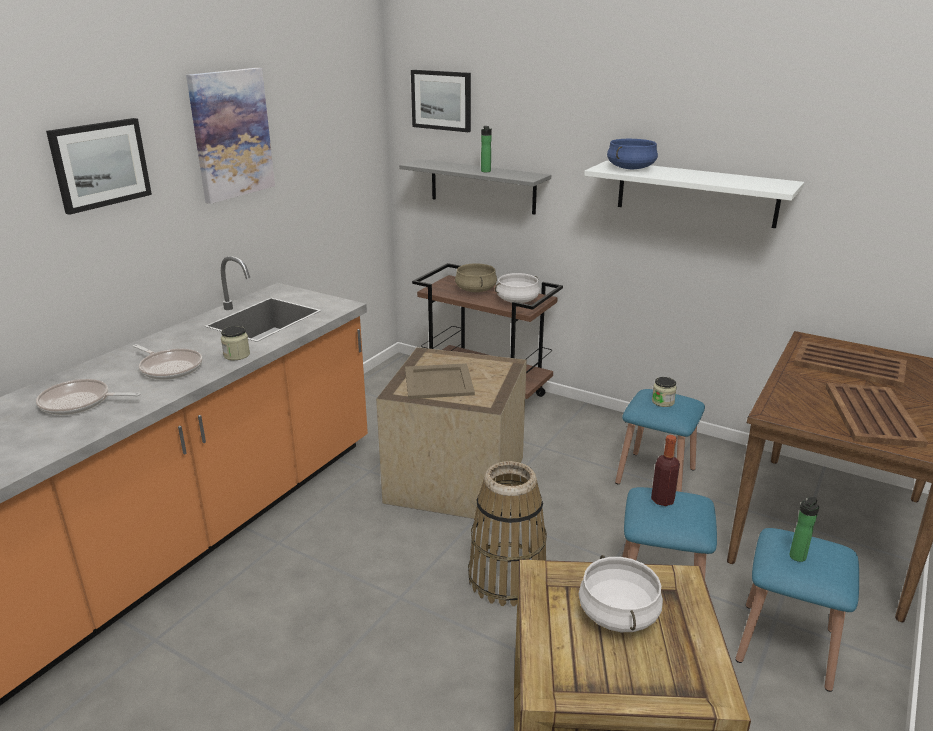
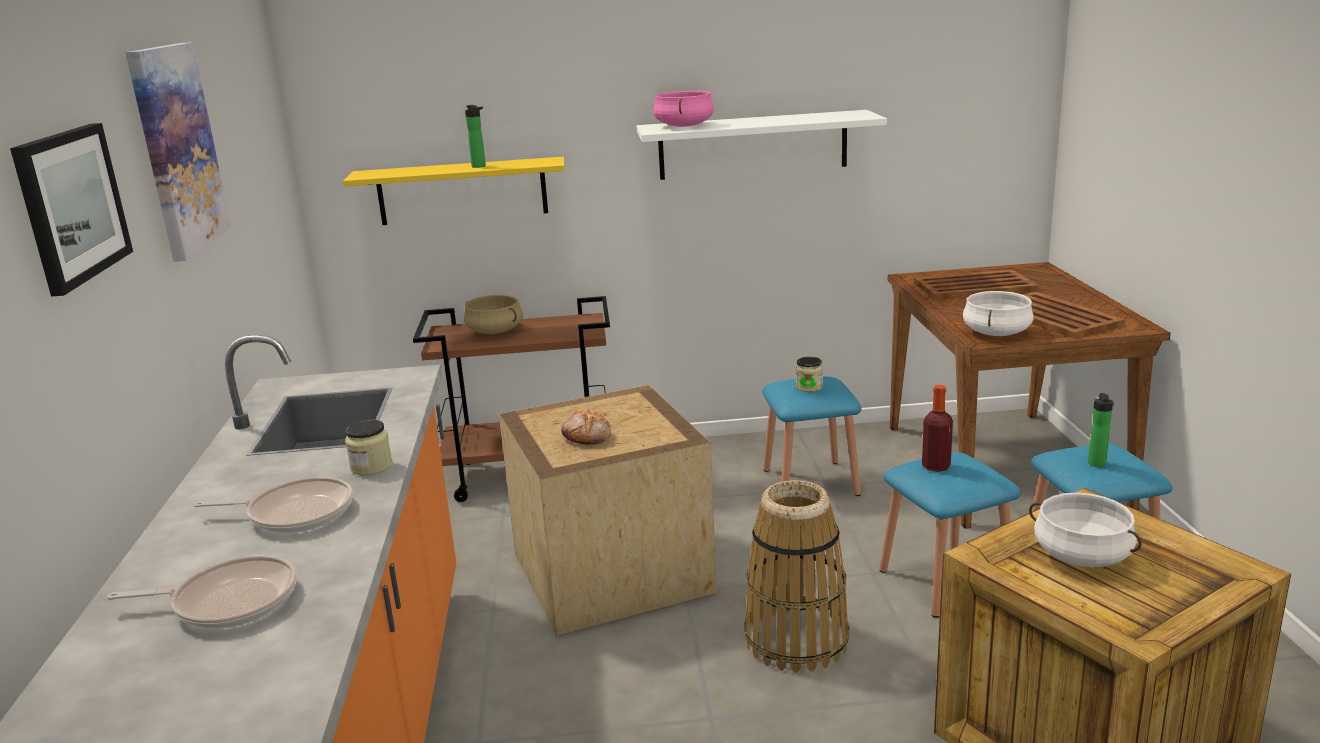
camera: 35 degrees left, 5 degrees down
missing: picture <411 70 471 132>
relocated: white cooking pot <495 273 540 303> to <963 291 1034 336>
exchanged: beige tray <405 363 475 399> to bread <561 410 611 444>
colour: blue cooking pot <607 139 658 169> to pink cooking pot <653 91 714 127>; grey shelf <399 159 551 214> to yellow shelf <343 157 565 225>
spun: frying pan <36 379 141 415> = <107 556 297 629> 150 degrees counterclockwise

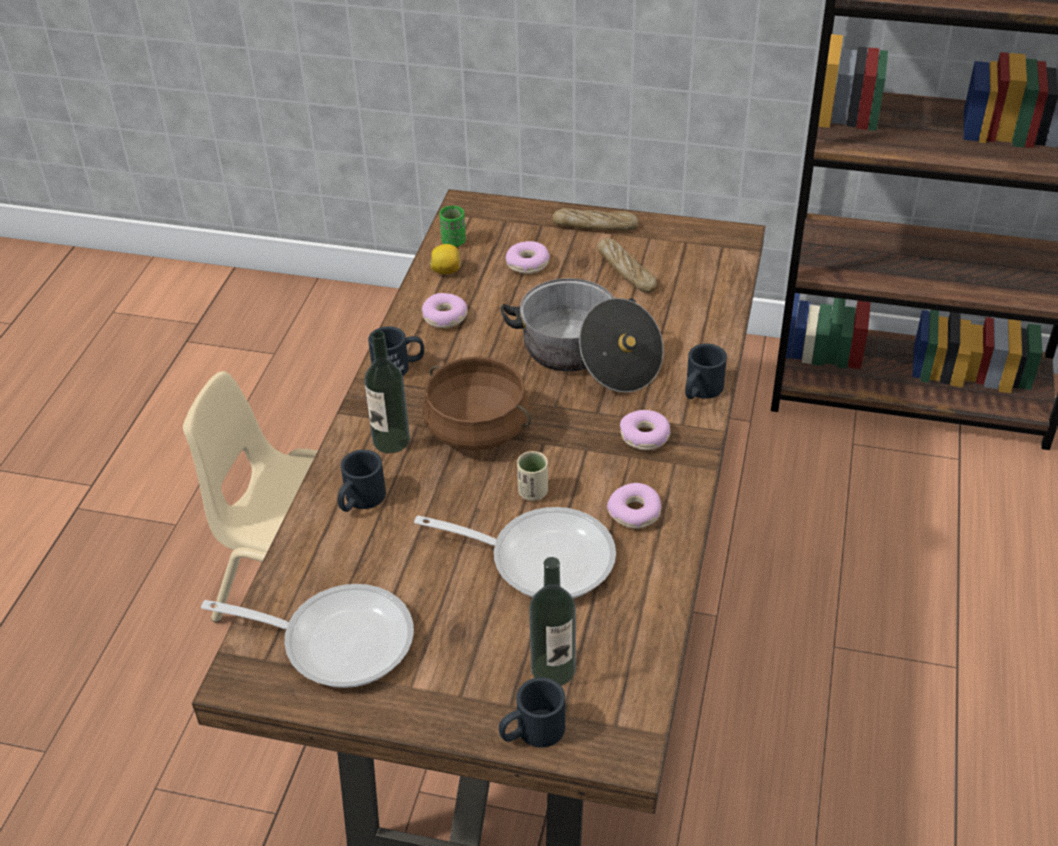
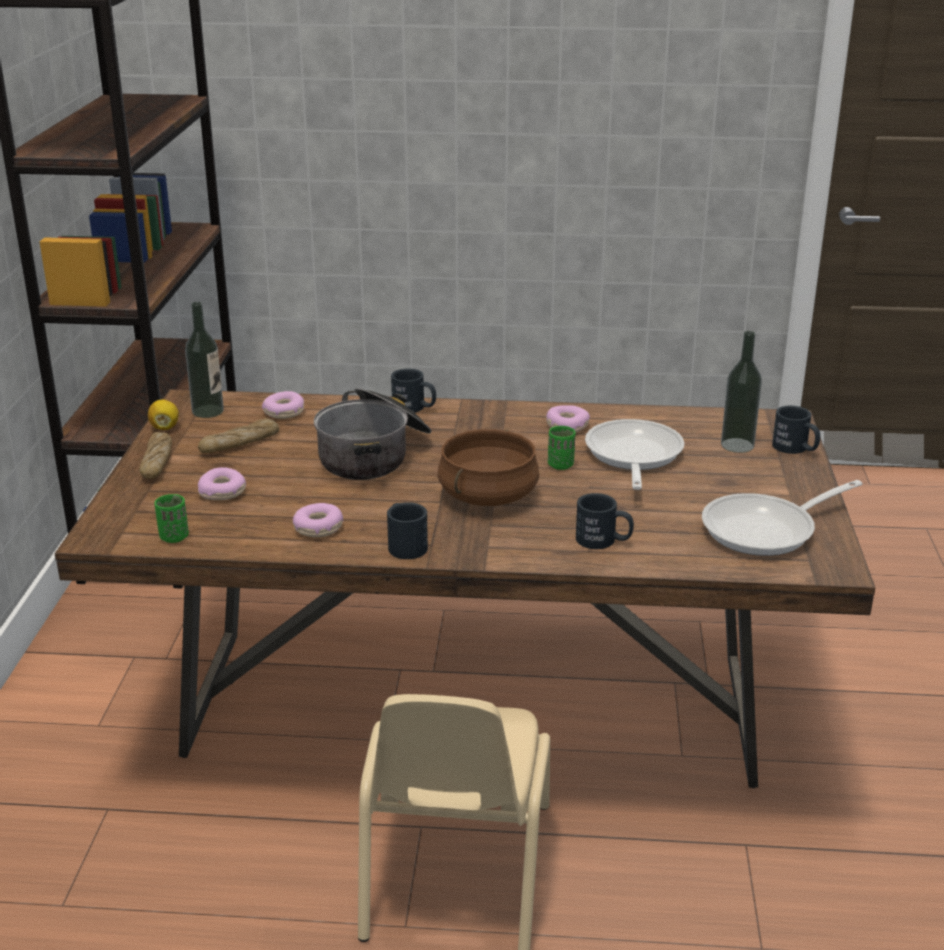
camera: 100 degrees left, 15 degrees down
relocated: lemon <430 244 460 274> to <148 399 179 430>; bottle <364 331 410 453> to <185 302 224 418>; donut <620 410 671 450> to <262 391 304 419>
colour: beige cup <517 451 548 501> to green cup <548 426 576 470>
spun: frying pan <201 584 414 688> = <702 480 863 556> 120 degrees counterclockwise

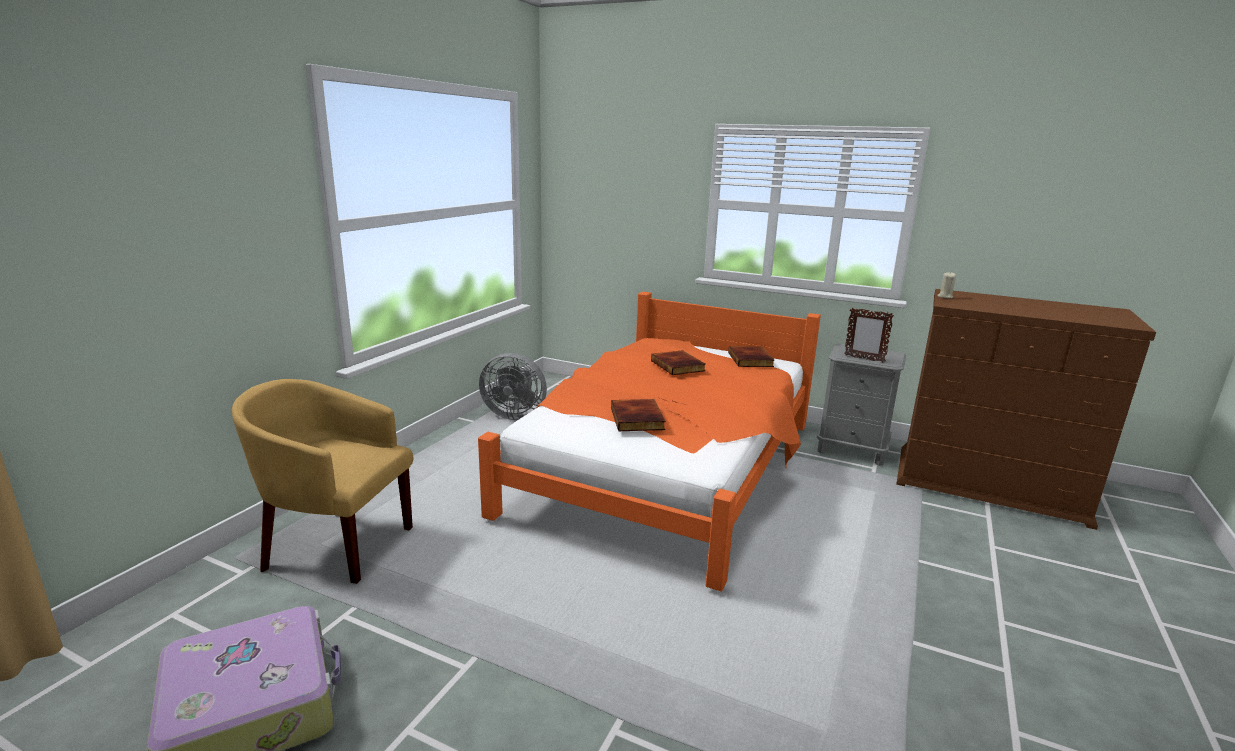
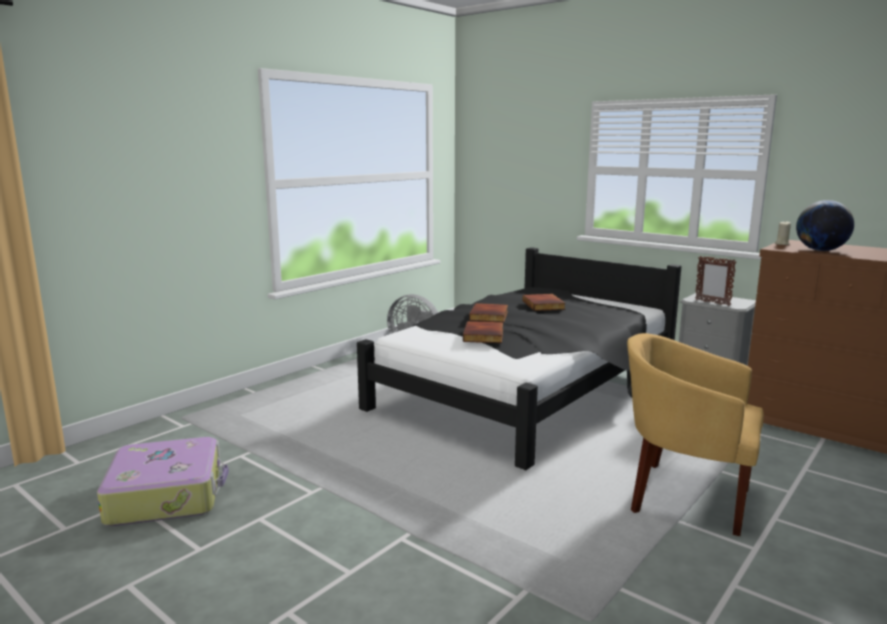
camera: 15 degrees right, 5 degrees down
appeared: globe <796 200 854 251>
relocated: book <728 346 774 367> to <469 303 508 322>; yellow armchair <232 379 413 584> to <627 333 764 536>
colour: orange bed <478 292 821 591> to black bed <357 247 682 470>

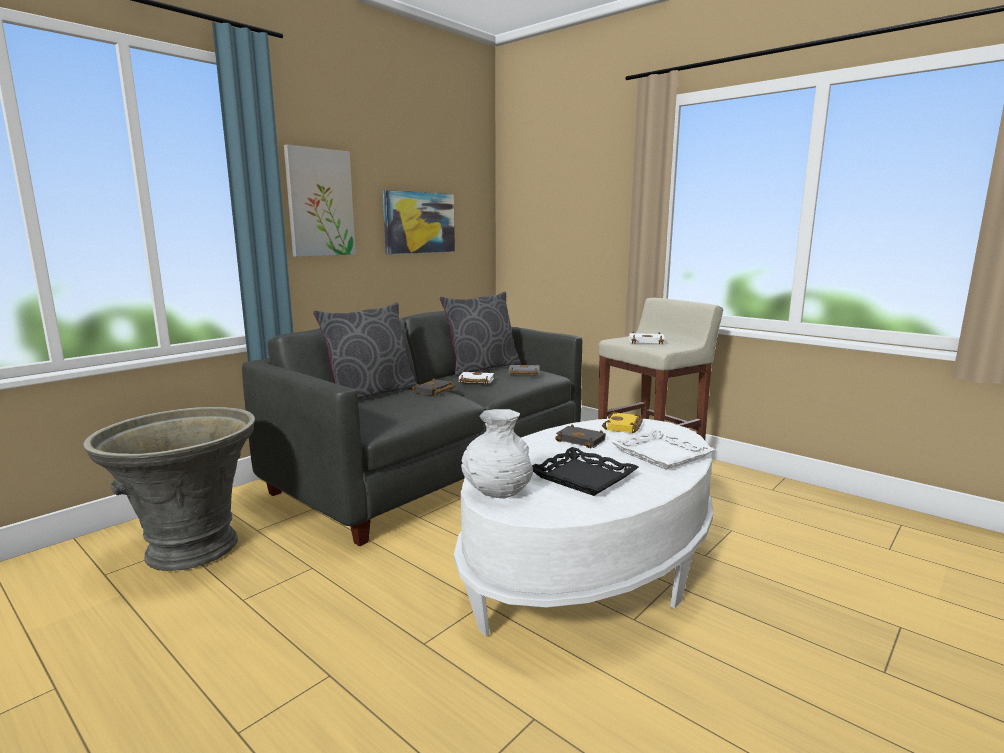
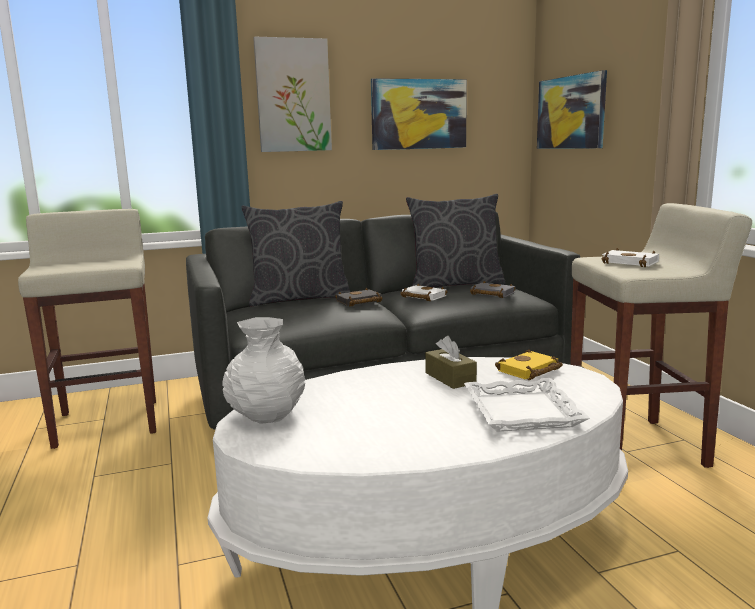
camera: 30 degrees right, 0 degrees up
missing: black tray <532 447 639 496>
appeared: picture <537 70 607 149>
exchanged: grey planter <83 407 255 571> to beige stool <18 209 156 449>; black book <555 425 606 448> to brown tissue box <425 336 477 389>

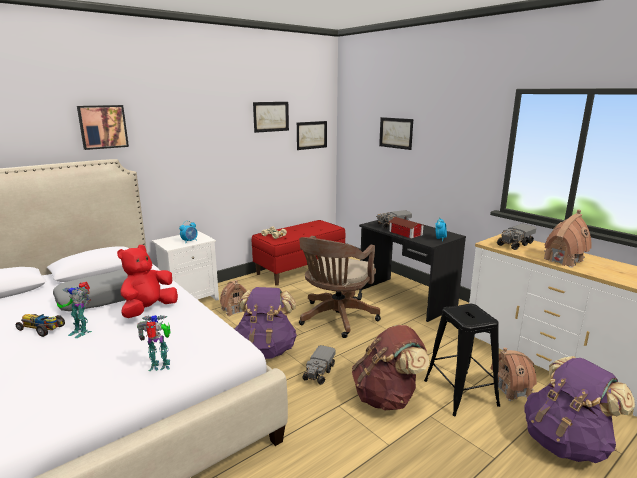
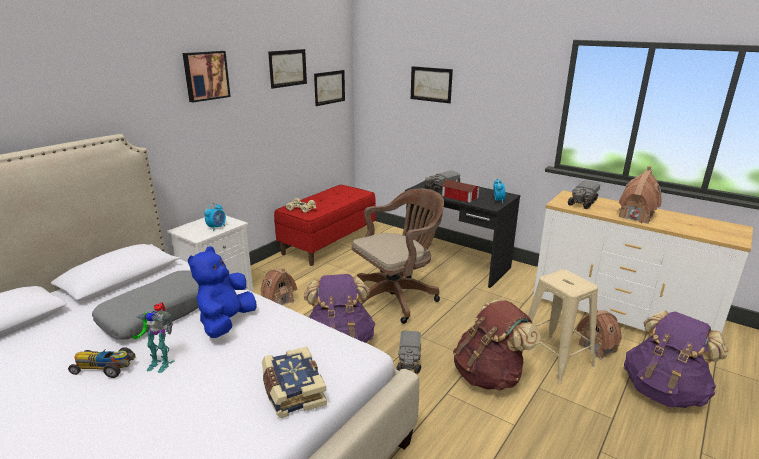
camera: 15 degrees left, 5 degrees up
relocated: picture <77 105 129 150> to <182 51 231 102>
exchanged: toy robot <137 315 171 371> to book <262 346 327 418>
colour: red plush toy <117 245 178 318> to blue plush toy <188 246 257 338>; black stool <424 304 500 416> to beige stool <528 270 598 384>
spun: brown office chair <299 236 381 338> = <352 188 444 324> 135 degrees counterclockwise

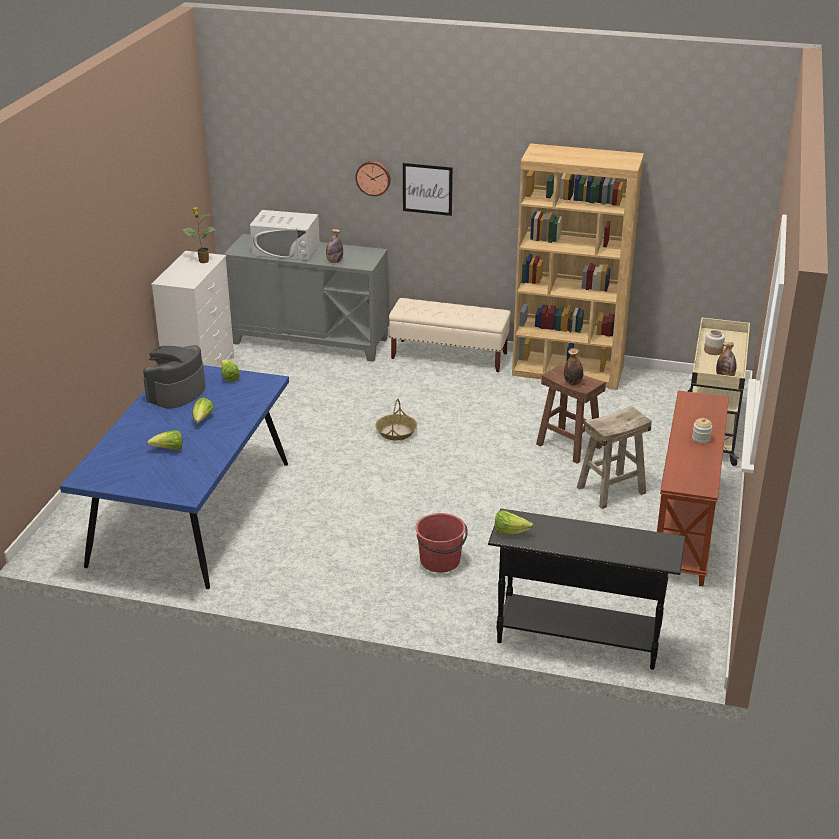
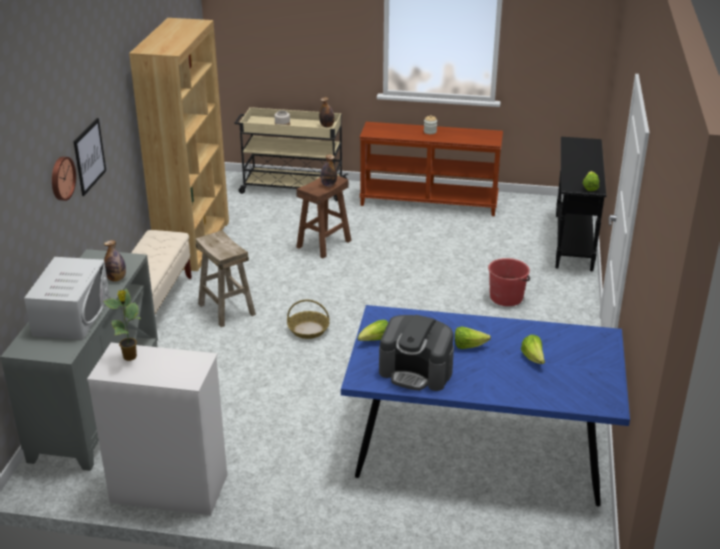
camera: 95 degrees left, 0 degrees up
relocated: beige stool <577 406 652 509> to <195 230 256 327>

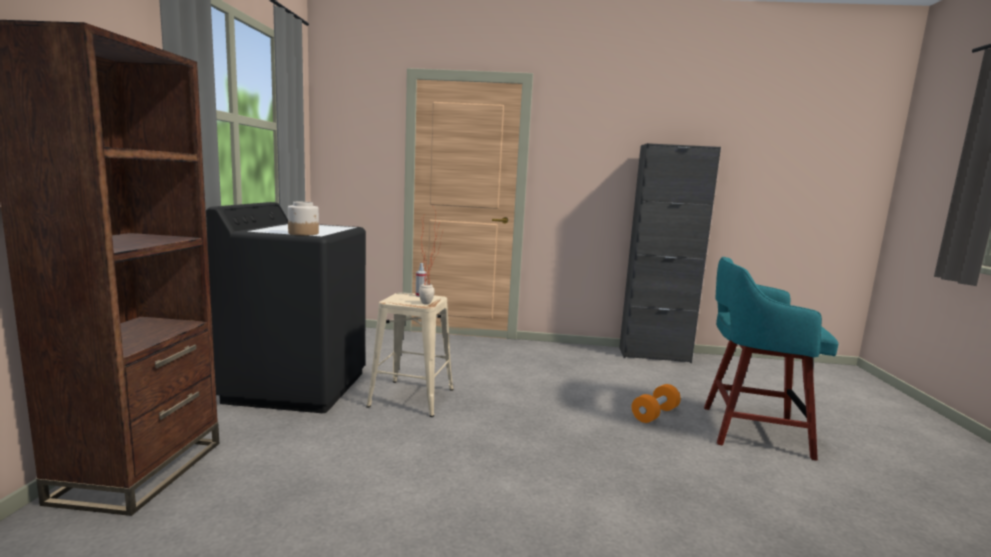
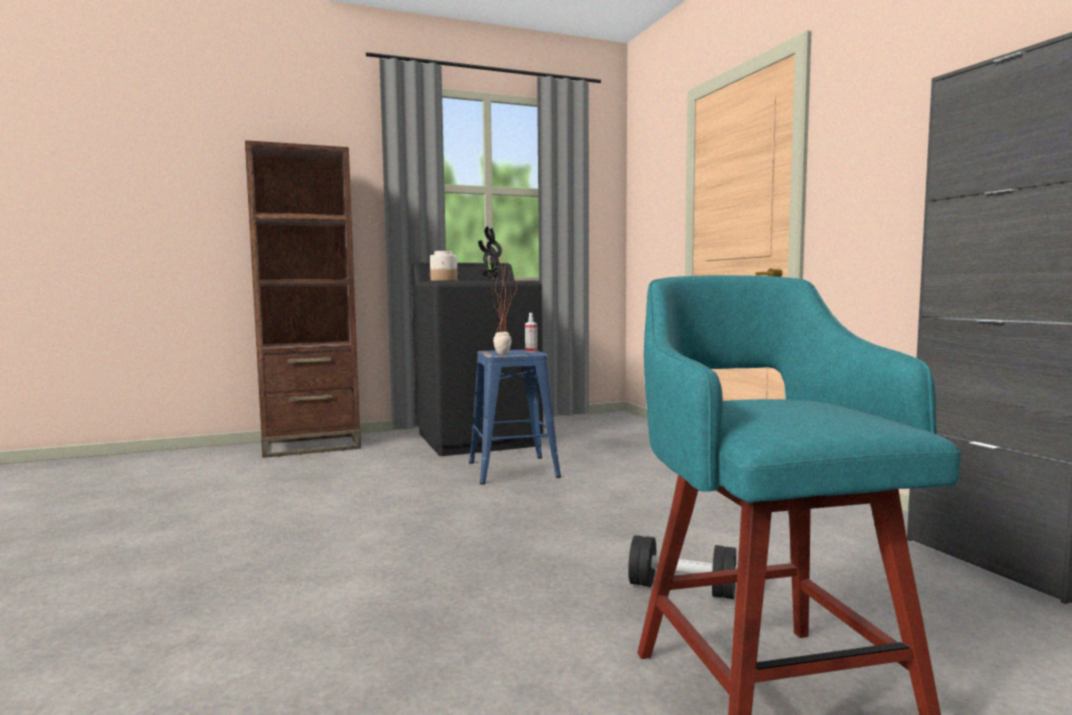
camera: 65 degrees right, 5 degrees down
appeared: potted plant <478 227 502 280>
colour: beige stool <366 292 453 417> to blue stool <469 350 561 484>; orange dumbbell <632 384 681 423> to black dumbbell <628 535 738 599>

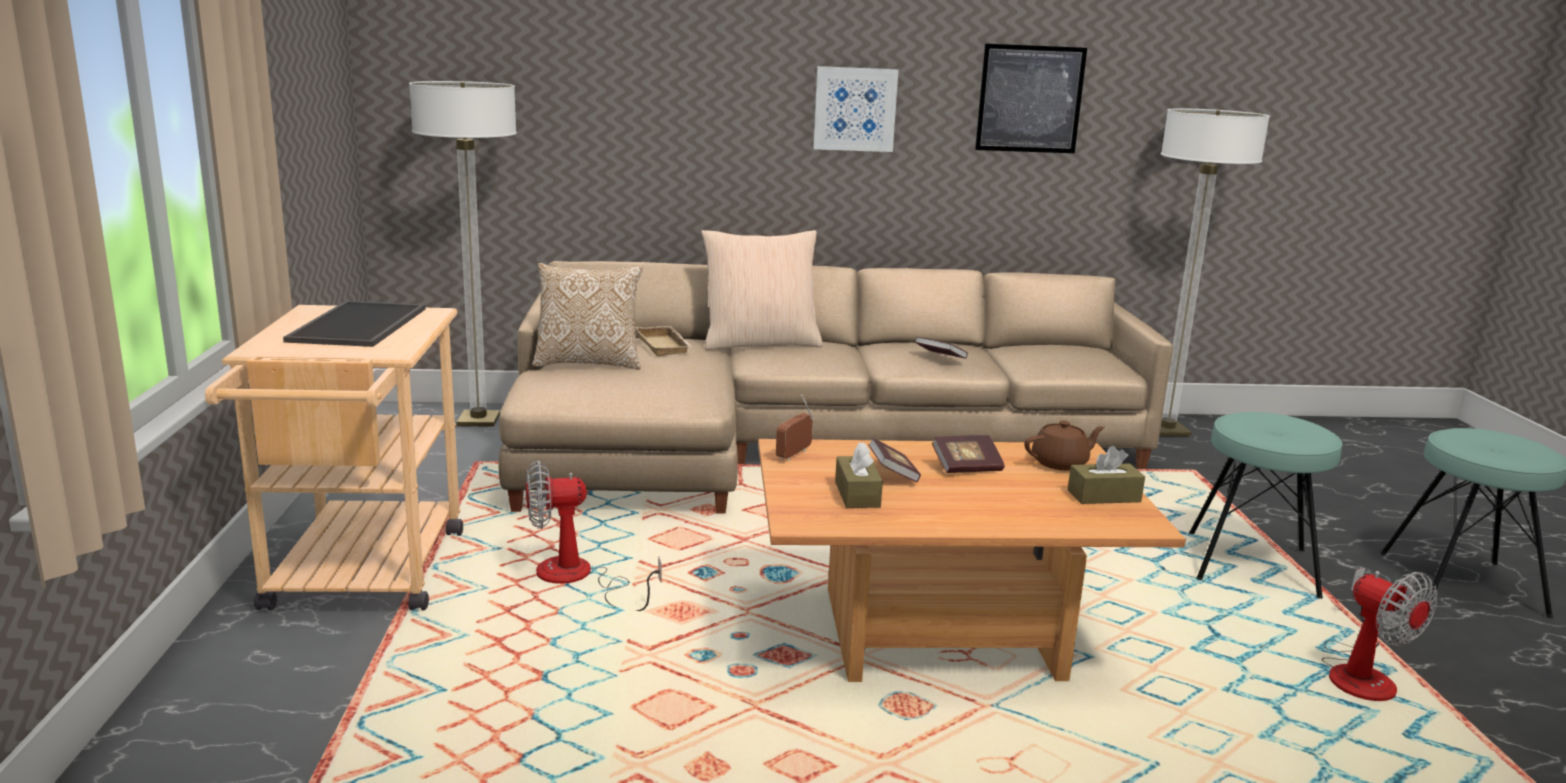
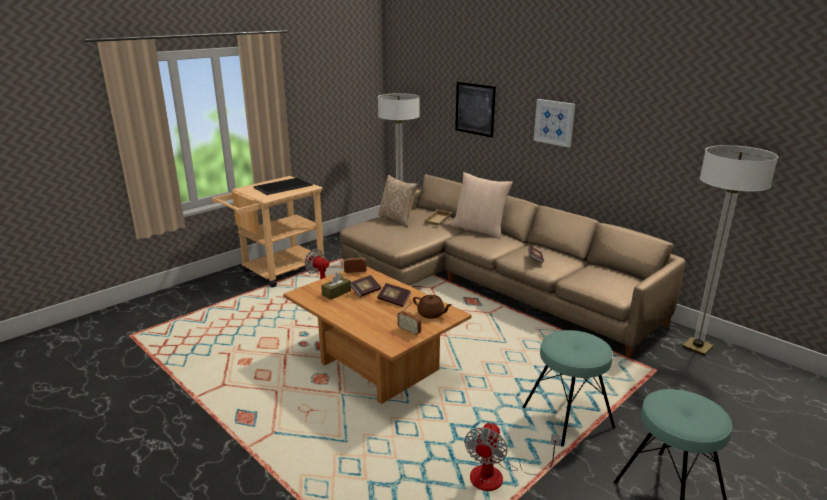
camera: 50 degrees right, 5 degrees up
relocated: picture <975 44 1087 153> to <455 82 496 137>
exchanged: brown tissue box <1068 446 1145 504> to radio <397 302 421 336>

